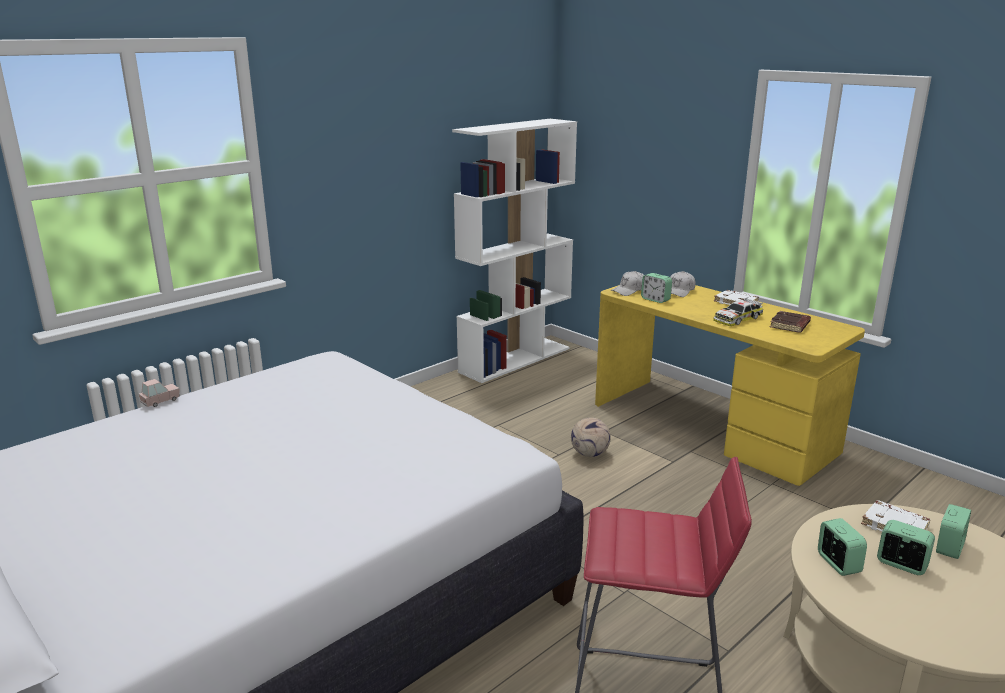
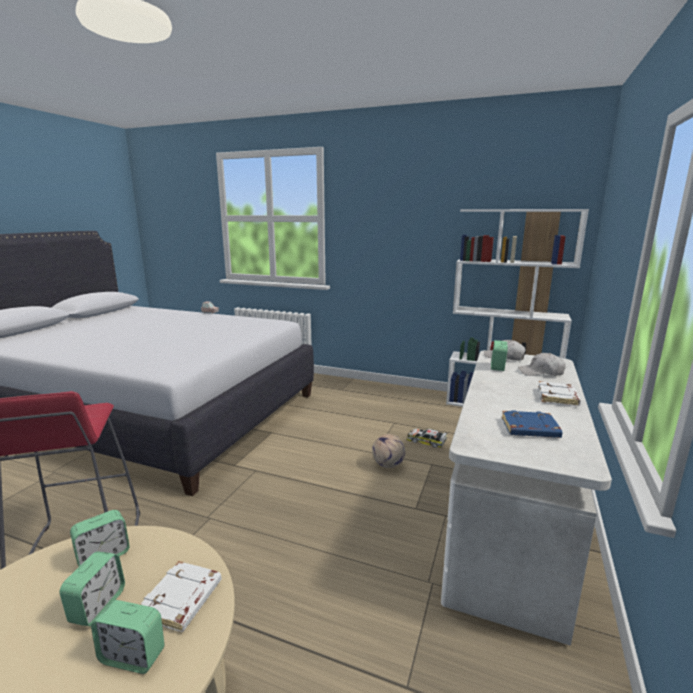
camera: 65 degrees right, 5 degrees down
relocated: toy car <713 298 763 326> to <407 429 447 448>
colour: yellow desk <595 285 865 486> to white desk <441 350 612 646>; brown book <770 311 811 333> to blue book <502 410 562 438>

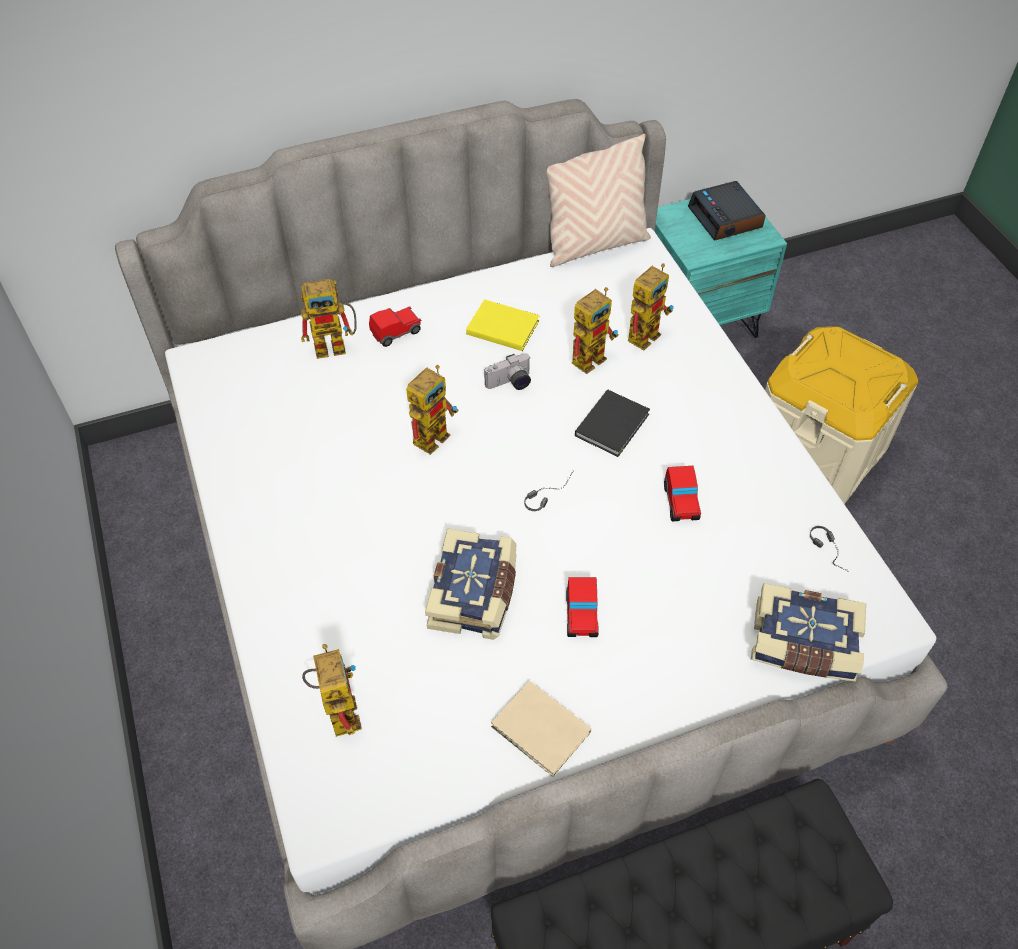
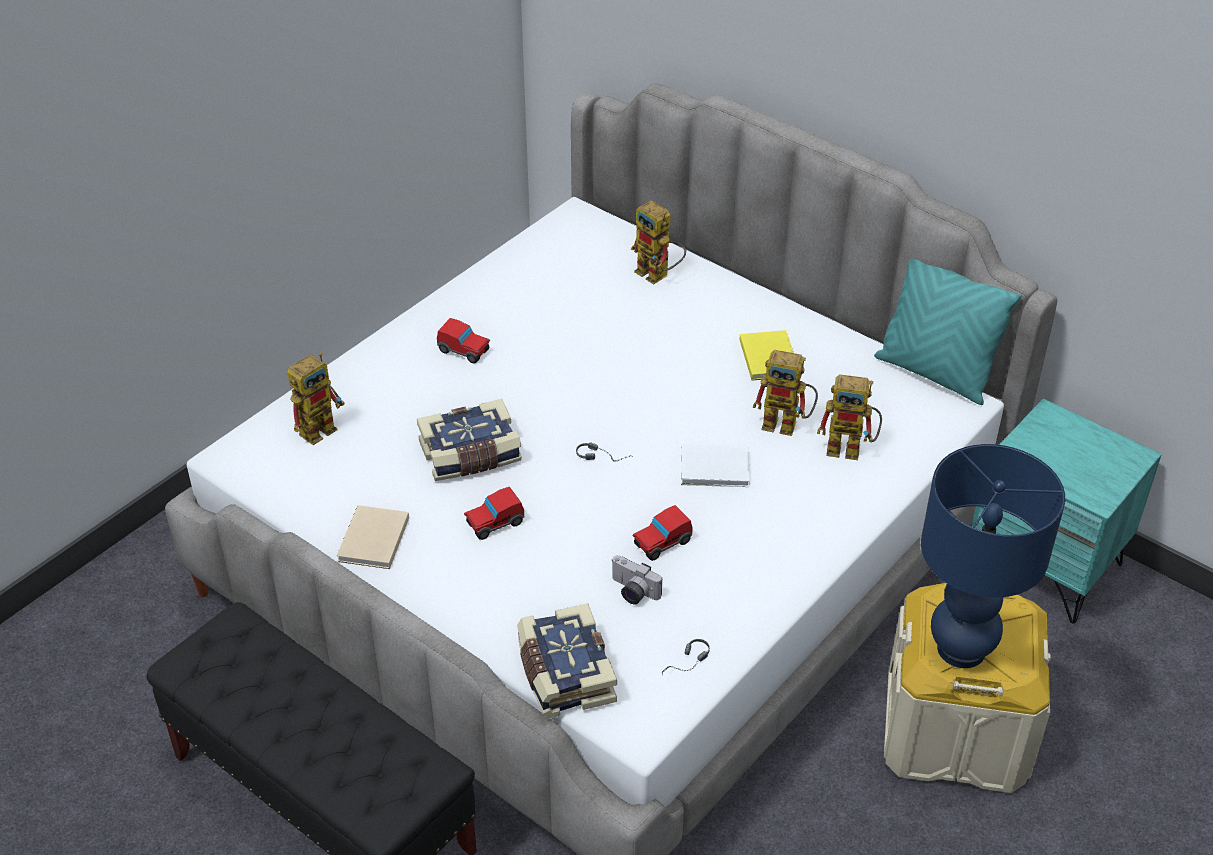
camera: 60 degrees right, 10 degrees down
missing: alarm clock <688 181 766 241>; toy robot <406 365 458 455>
appeared: blue table lamp <921 444 1065 668>
relocated: toy car <369 306 422 347> to <437 318 490 363>; photo camera <484 353 531 390> to <611 555 662 604>
colour: beige pillow <547 134 651 267> to turquoise pillow <874 259 1021 405>; black book <575 389 650 457> to white book <681 443 750 487>

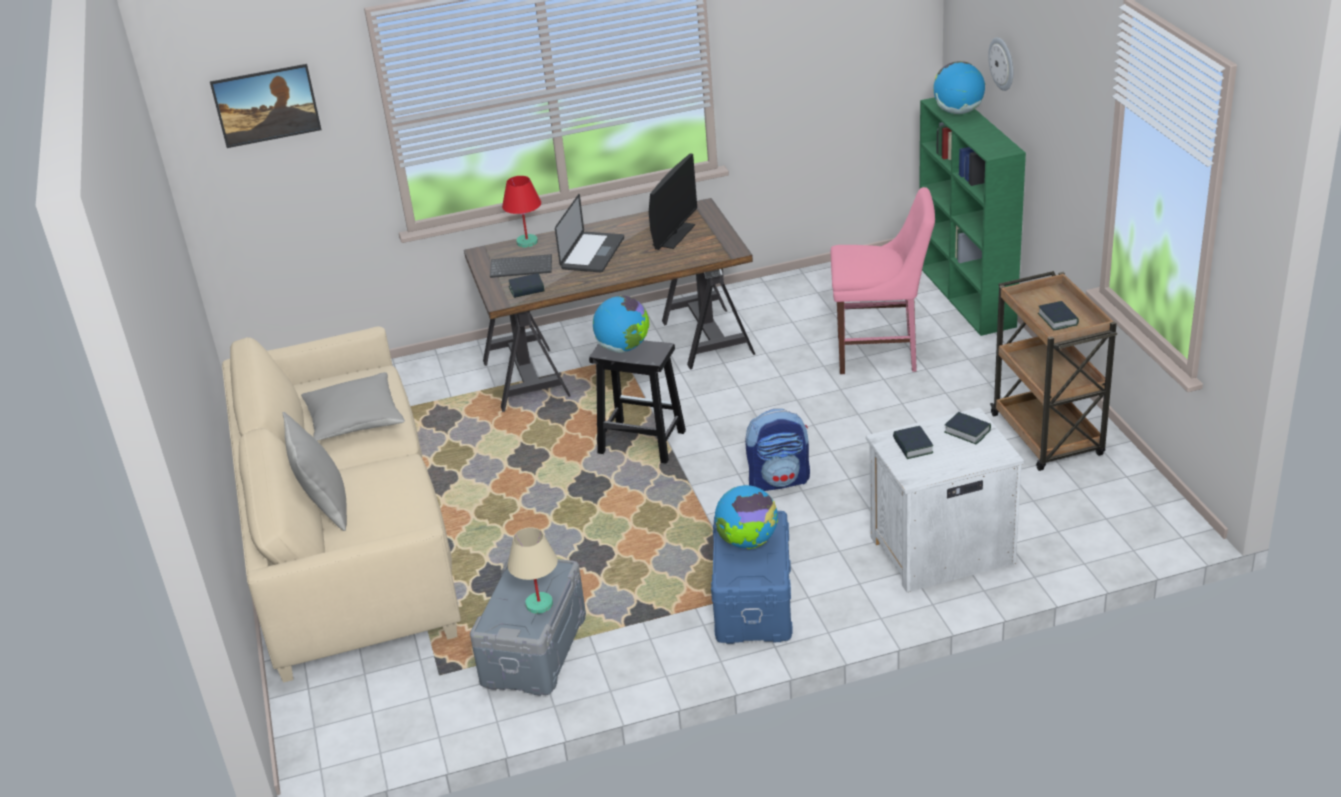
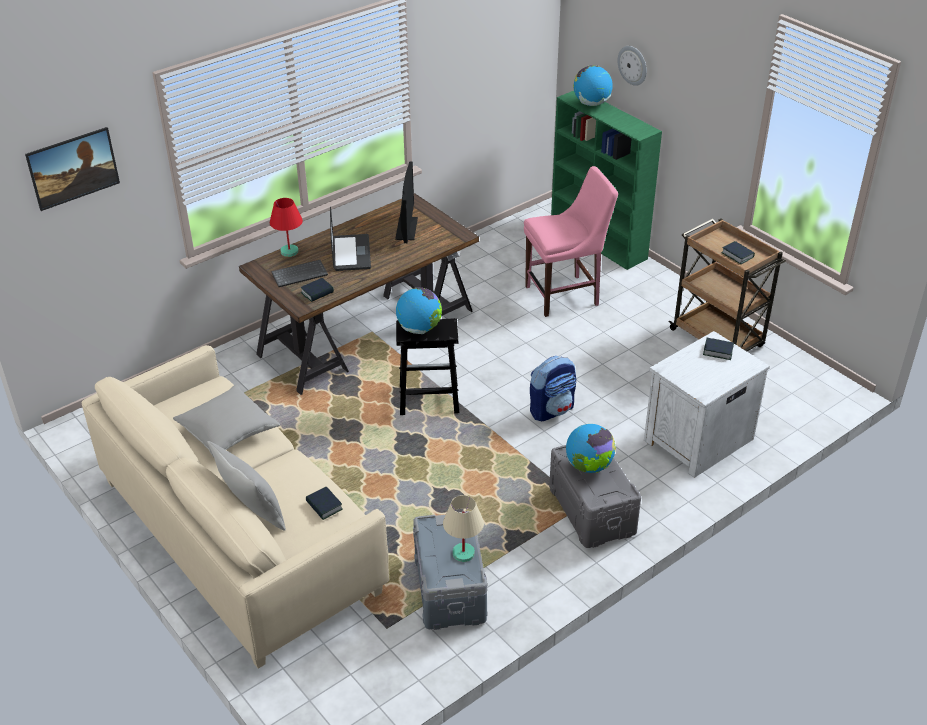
camera: 25 degrees left, 5 degrees up
relocated: book <893 426 933 459> to <306 487 343 520>
colour: blue storage box <711 511 793 644> to grey storage box <549 445 641 548>

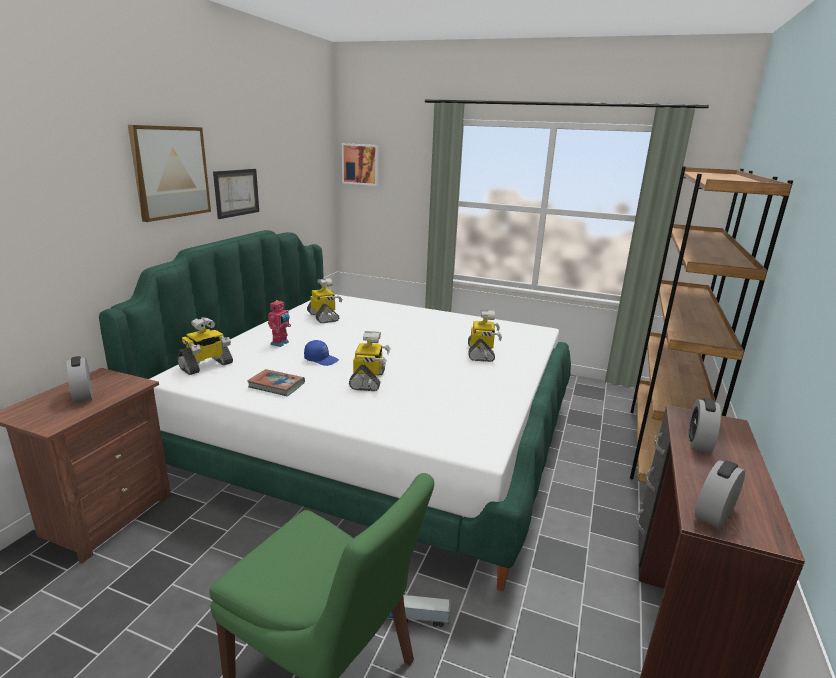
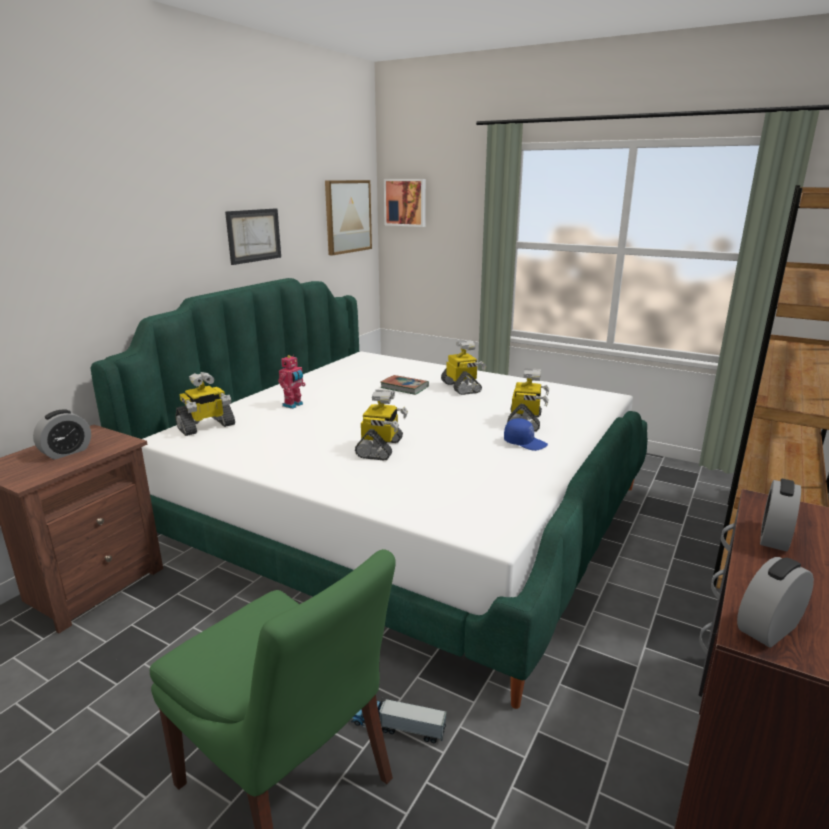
camera: 10 degrees right, 0 degrees up
relocated: picture <128 125 211 222> to <325 180 372 255>; toy robot <307 278 342 323> to <441 340 486 395>; blue cap <304 340 339 366> to <504 418 548 451>; book <247 369 305 396> to <380 375 429 395>
spun: alarm clock <66 356 93 403> = <33 410 91 460> 120 degrees counterclockwise

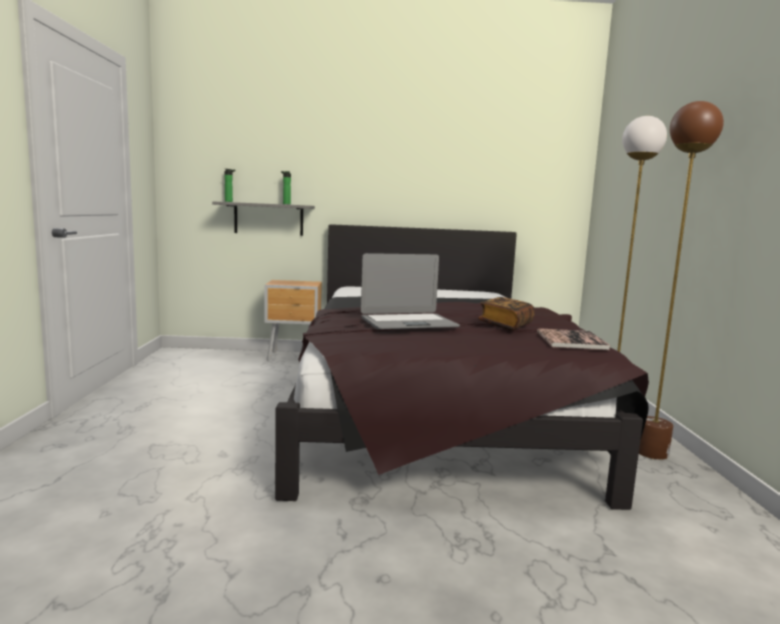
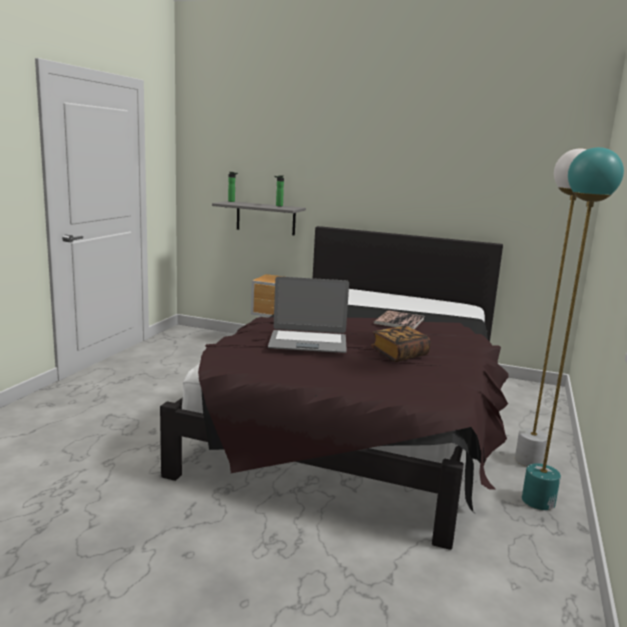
camera: 20 degrees right, 5 degrees up
relocated: book <537 328 611 350> to <373 310 424 329>
colour: brown floor lamp <639 101 724 460> to turquoise floor lamp <522 147 624 510>

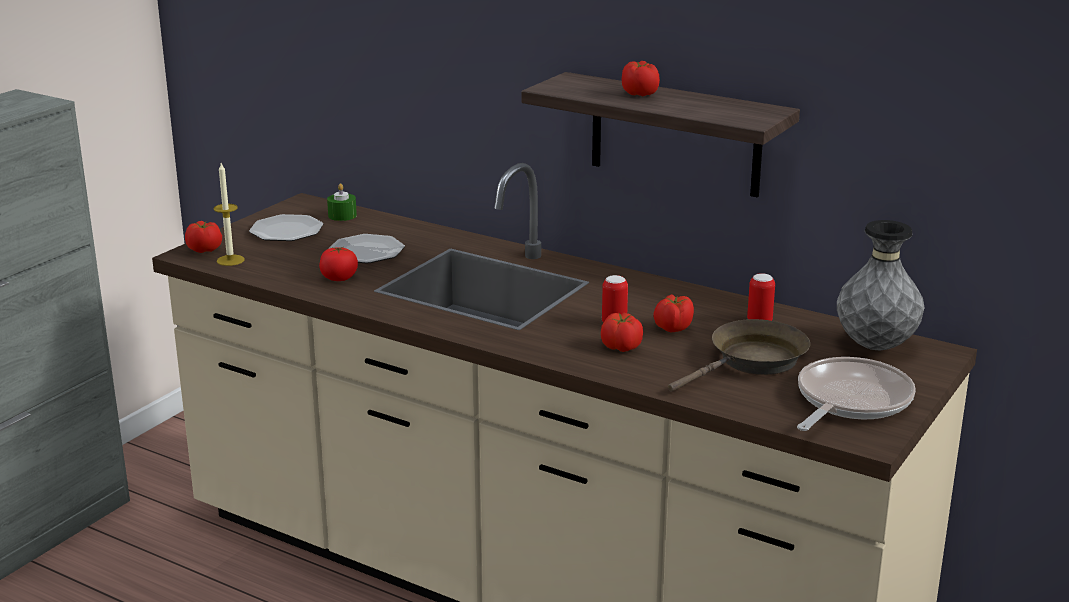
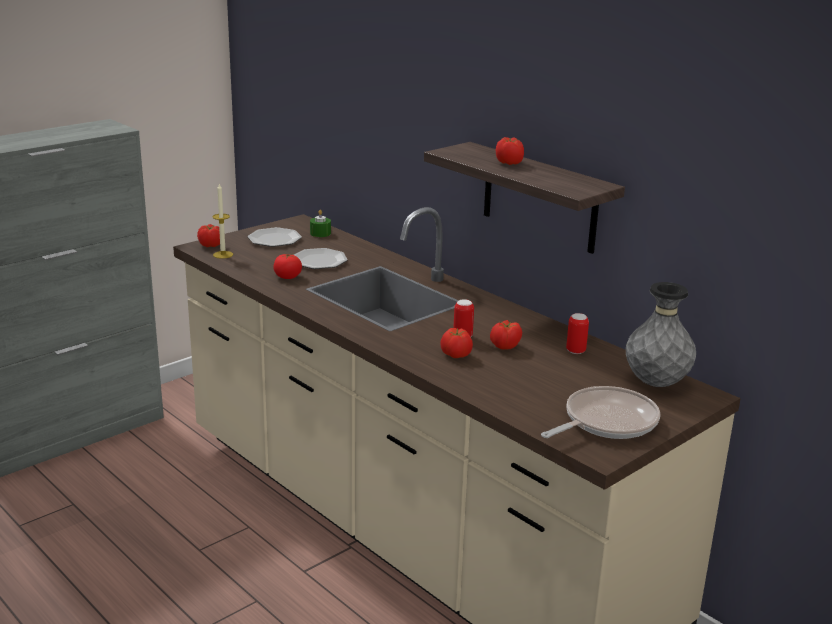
camera: 15 degrees right, 0 degrees up
missing: brown frying pan <668 319 810 392>

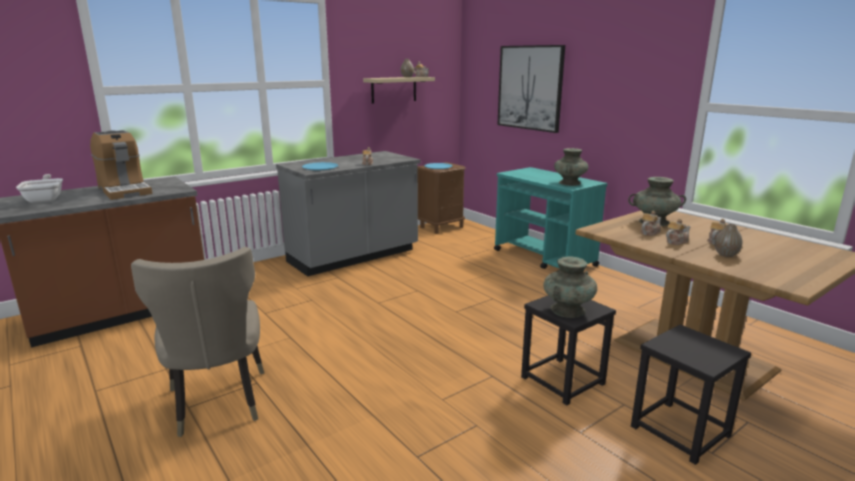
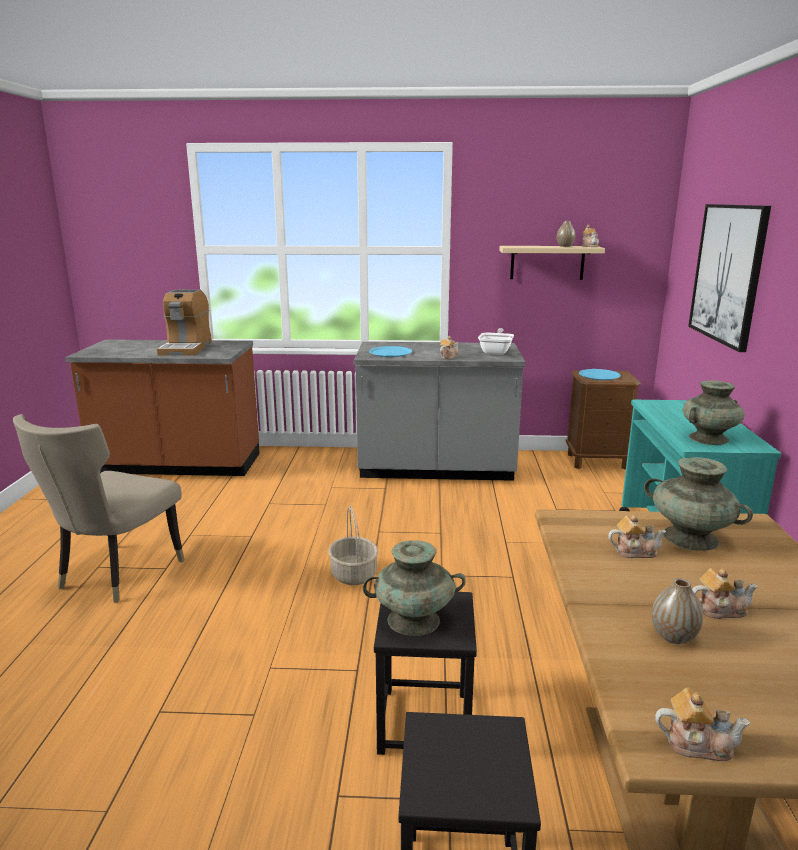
camera: 40 degrees right, 0 degrees up
appeared: basket <328 506 378 585>
relocated: frying pan <16 174 63 203> to <478 328 514 355>; teapot <666 219 691 245> to <655 688 750 761>

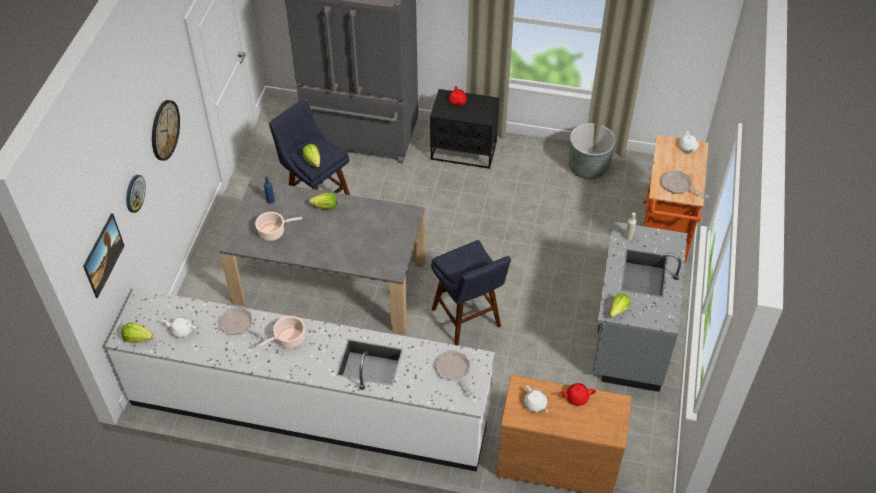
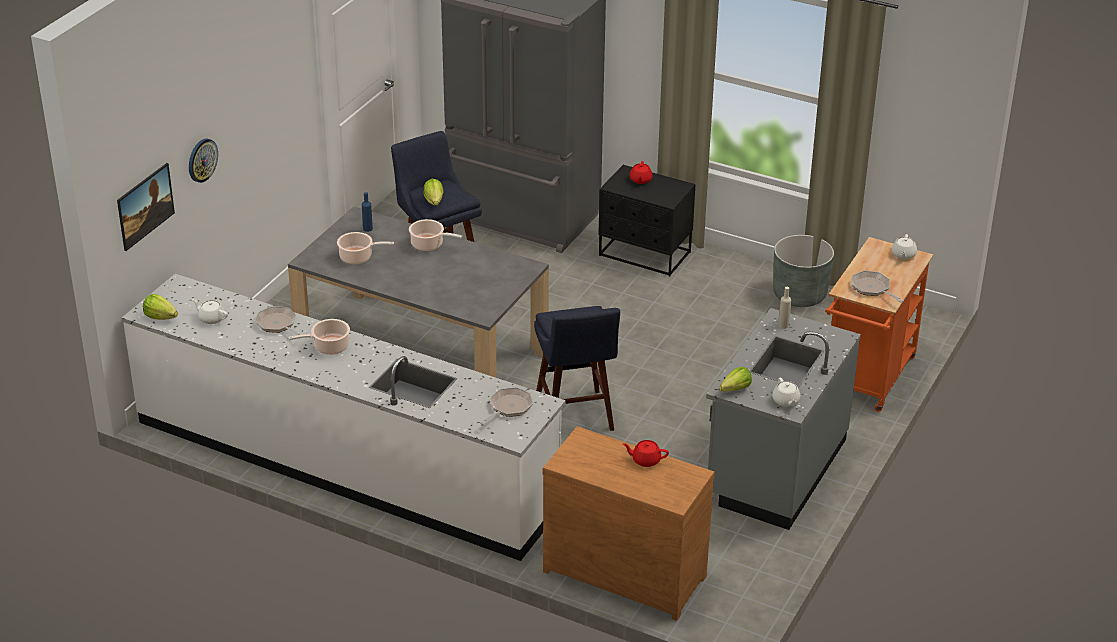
camera: 15 degrees right, 15 degrees down
missing: wall clock <152 100 180 161>
relocated: white teapot <524 385 548 412> to <772 377 800 407>
exchanged: lettuce <309 193 337 210> to cooking pot <409 219 462 251>
spun: frying pan <435 350 473 396> = <480 387 533 425> 45 degrees clockwise

